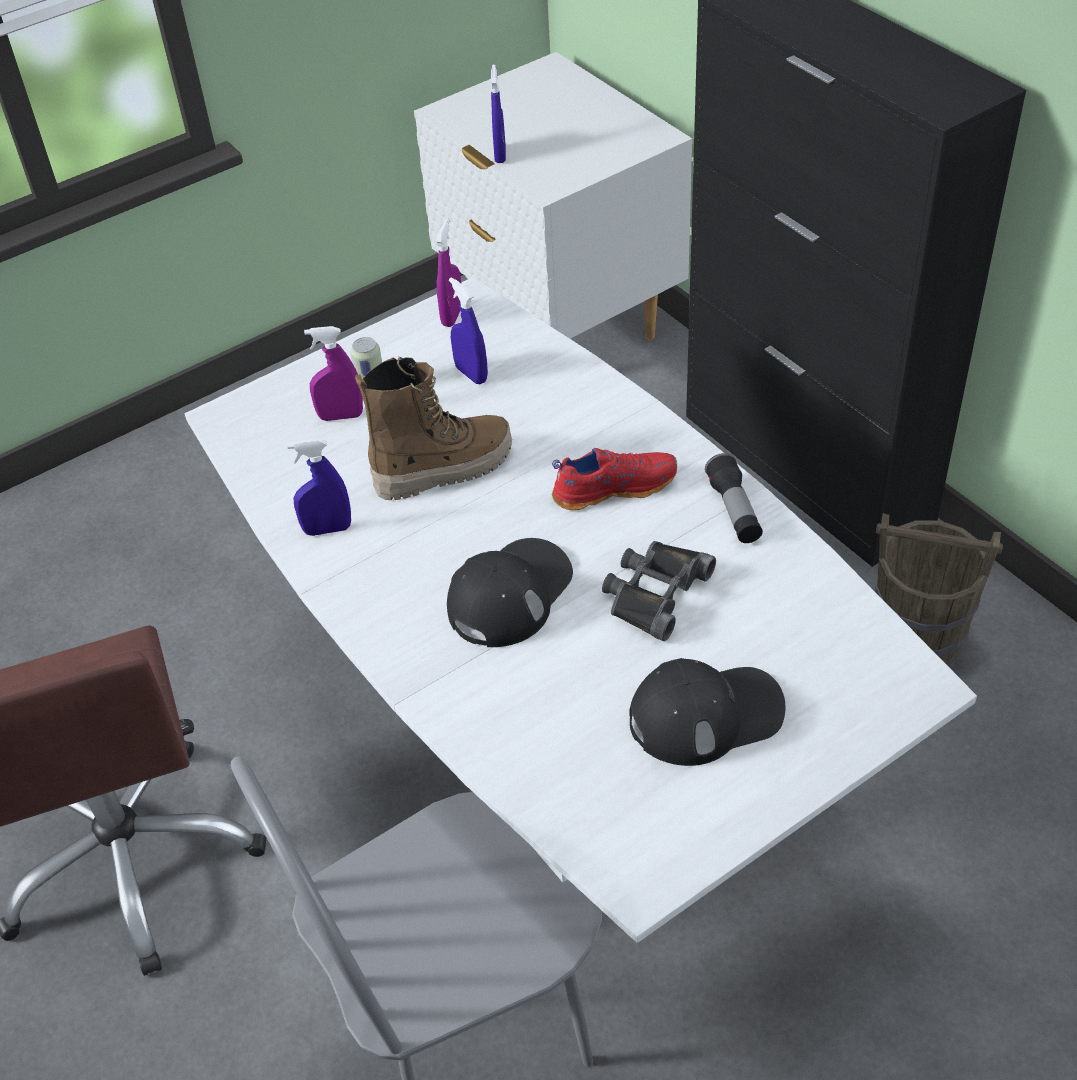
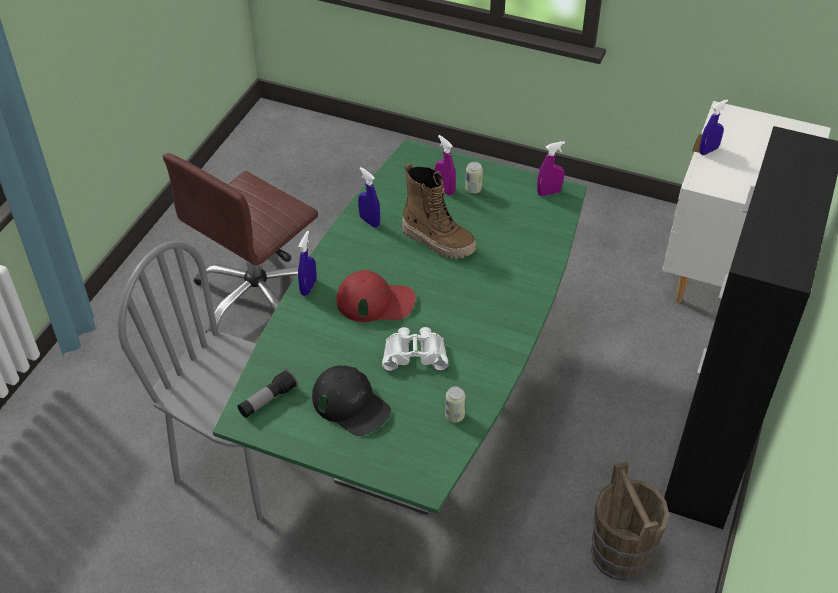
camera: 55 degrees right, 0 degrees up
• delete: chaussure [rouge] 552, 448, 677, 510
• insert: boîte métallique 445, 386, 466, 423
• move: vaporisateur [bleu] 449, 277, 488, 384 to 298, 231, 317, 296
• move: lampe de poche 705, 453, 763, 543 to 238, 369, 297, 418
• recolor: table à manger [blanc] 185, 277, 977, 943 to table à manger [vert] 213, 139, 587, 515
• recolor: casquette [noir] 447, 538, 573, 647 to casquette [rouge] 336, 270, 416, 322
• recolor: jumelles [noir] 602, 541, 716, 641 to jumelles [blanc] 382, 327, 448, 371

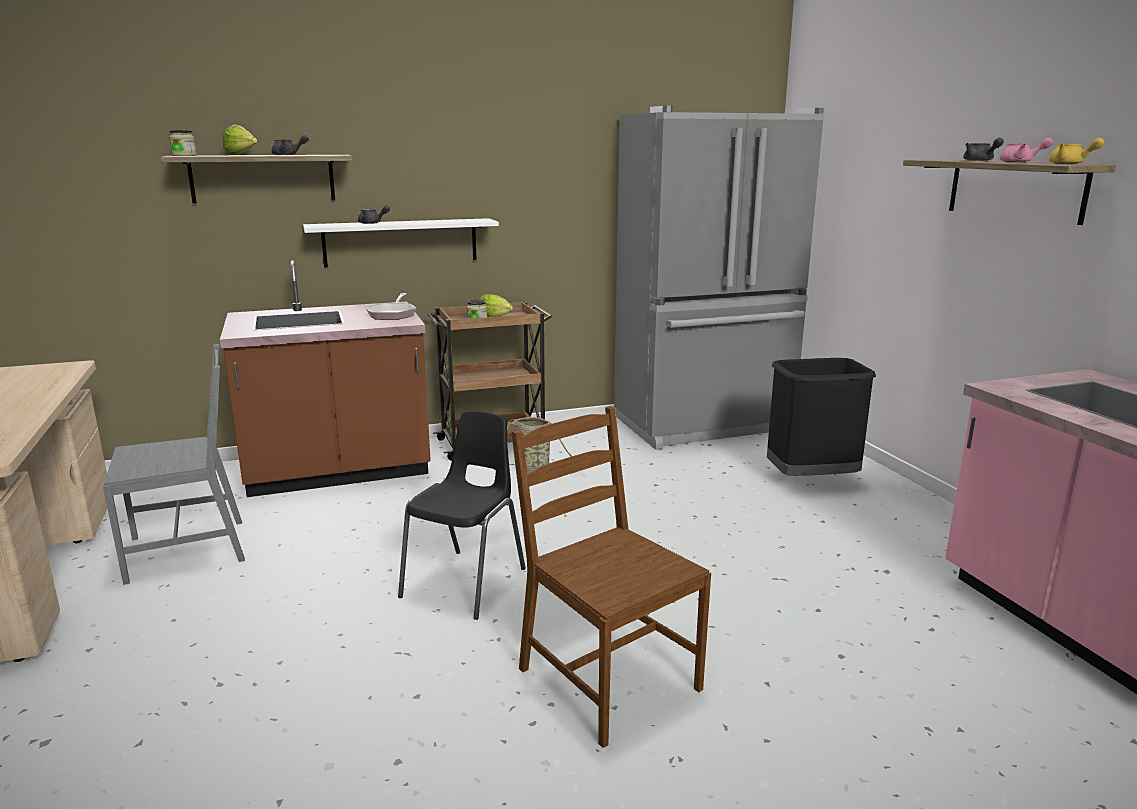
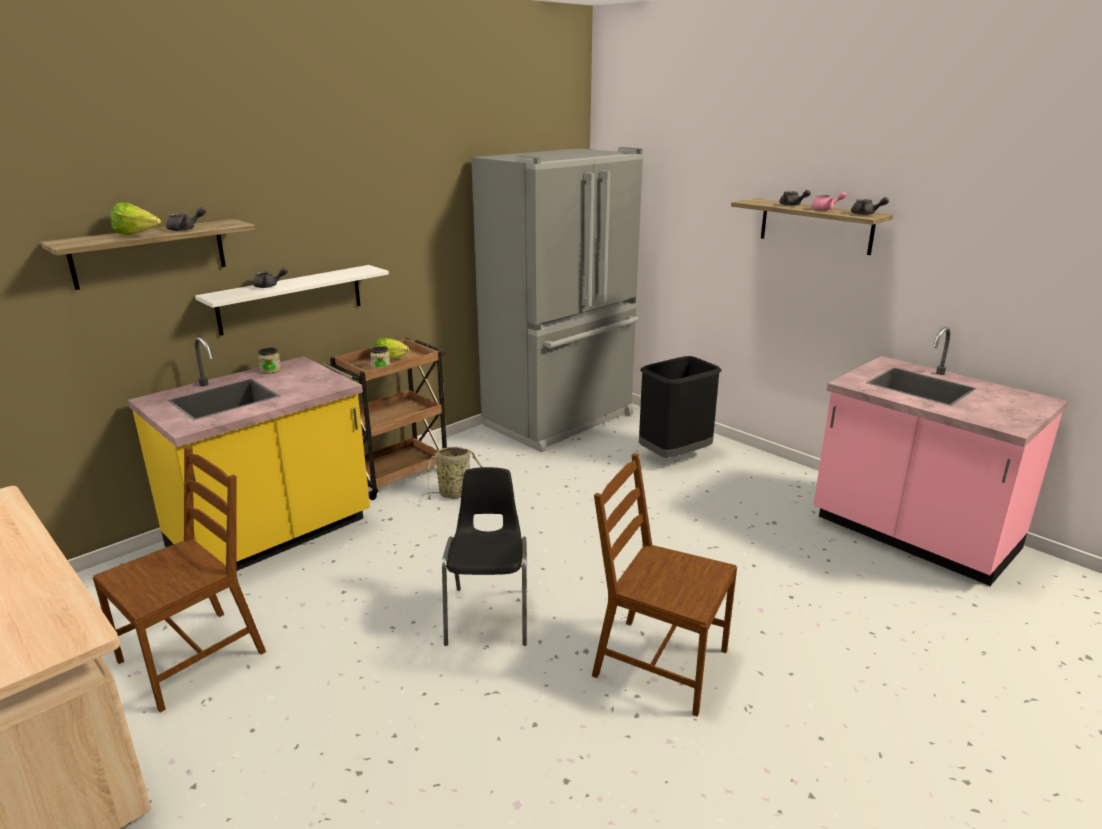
camera: 25 degrees left, 5 degrees up
• delete: poêle 366, 293, 416, 320
• move: bocal 169, 130, 197, 156 to 258, 348, 281, 374
• recolor: chaise [gris] 103, 344, 245, 585 to chaise [marron] 92, 446, 266, 712
• recolor: comptoir de cuisine [marron] 220, 261, 431, 497 to comptoir de cuisine [jaune] 128, 337, 370, 571
• recolor: théière [jaune] 1049, 138, 1104, 164 to théière [gris] 851, 197, 889, 215

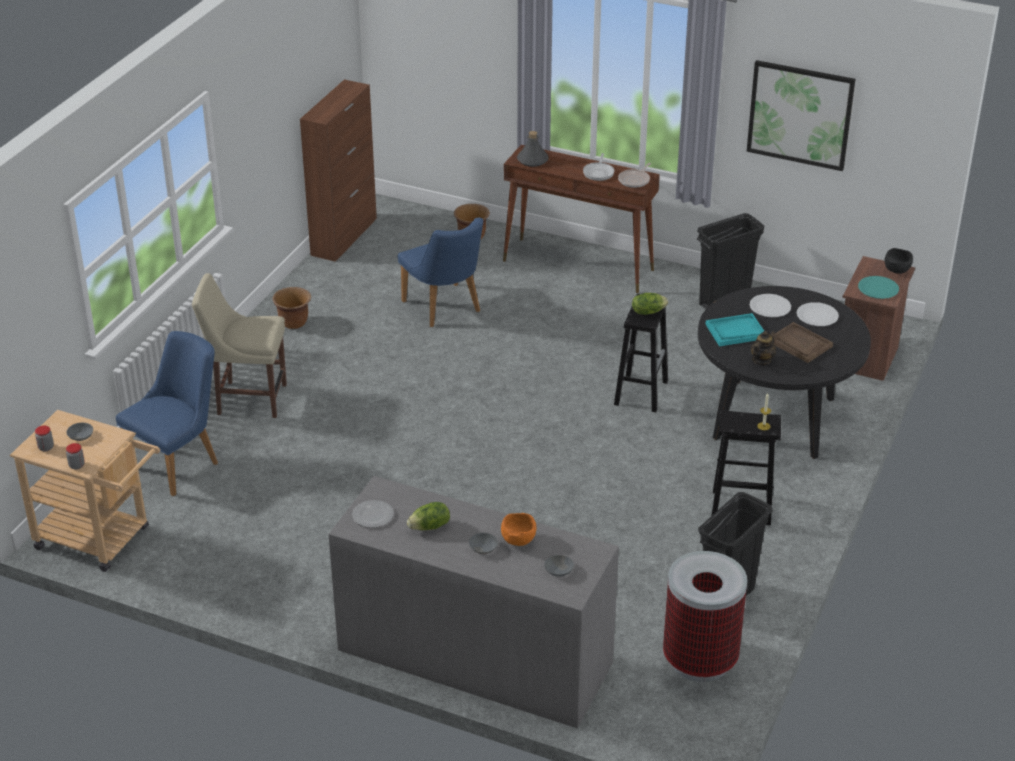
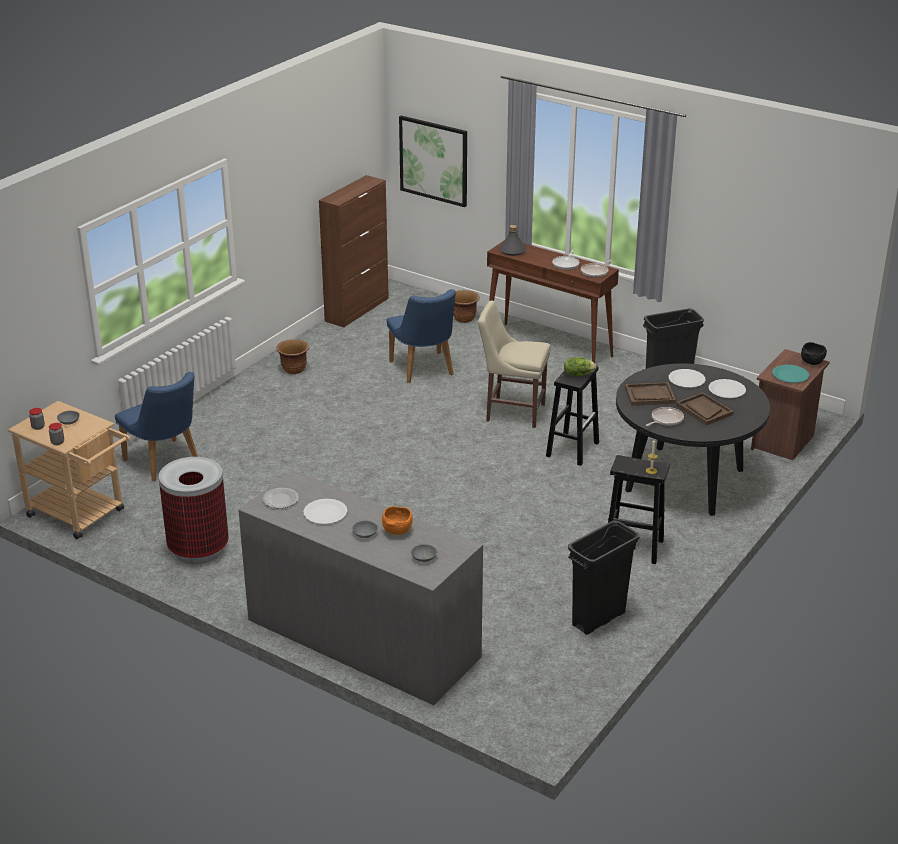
camera: 10 degrees right, 5 degrees down
• move: chaise [beige] 192, 273, 287, 418 to 478, 300, 551, 428
• move: poubelle 663, 551, 747, 682 to 159, 457, 229, 564
• move: tableau 747, 60, 855, 171 to 399, 116, 467, 207
• replace: laitue 407, 502, 450, 530 to assiette [blanc] 304, 499, 347, 524
• replace: théière 751, 331, 776, 365 to poêle 646, 407, 684, 426
• recolor: plateau [turquoise] 705, 313, 764, 346 to plateau [marron] 625, 382, 676, 406
• rotate: chaise [bleu] 116, 331, 218, 496 = 115, 372, 198, 481 90 degrees clockwise

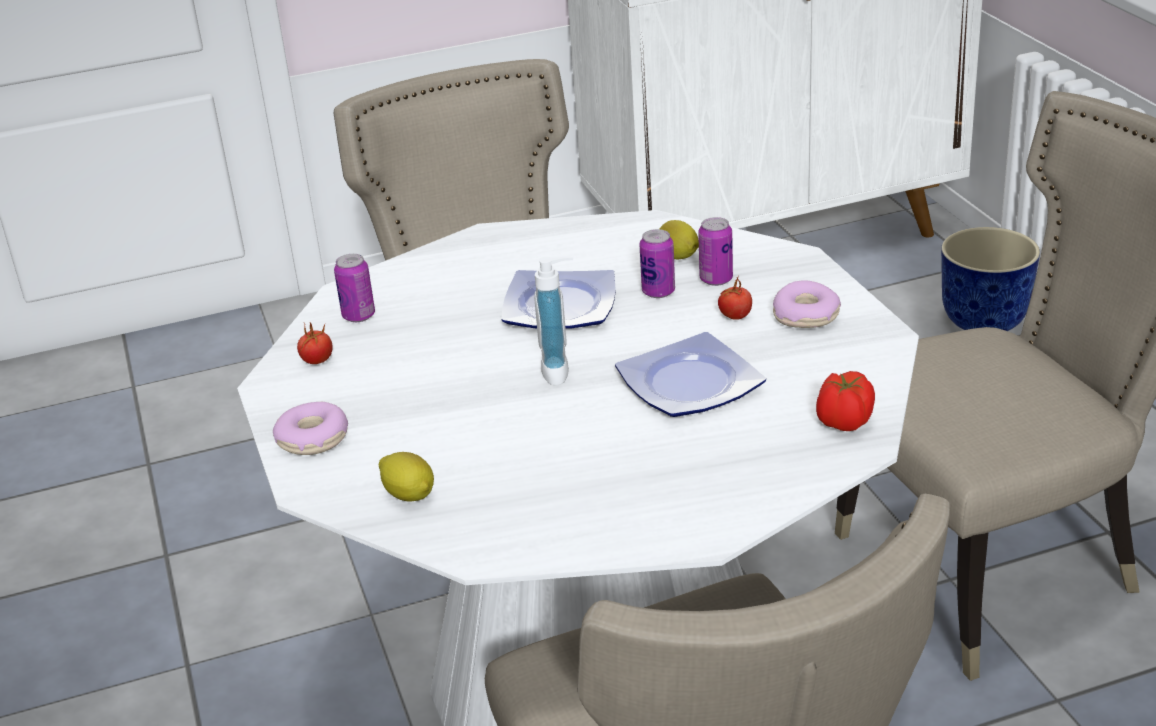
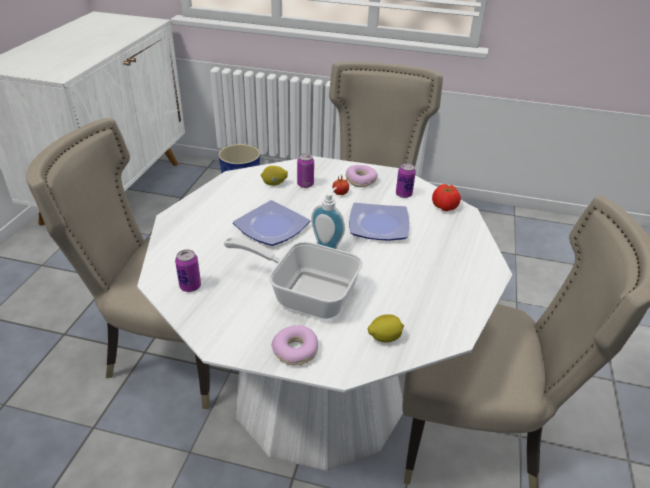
camera: 60 degrees left, 5 degrees up
• delete: tomate 297, 322, 333, 364
• insert: poêle 223, 237, 363, 319
• move: boîte métallique 639, 229, 675, 298 to 396, 163, 416, 198

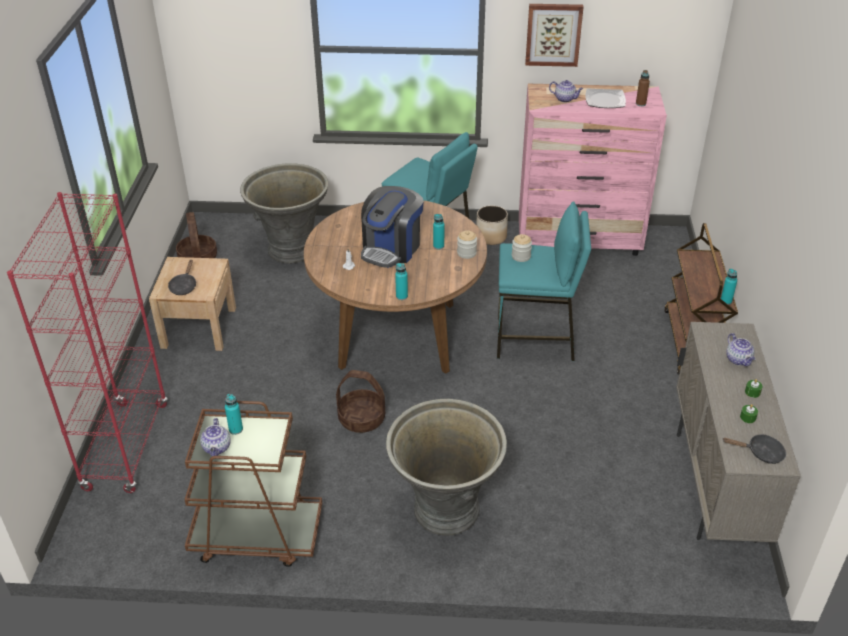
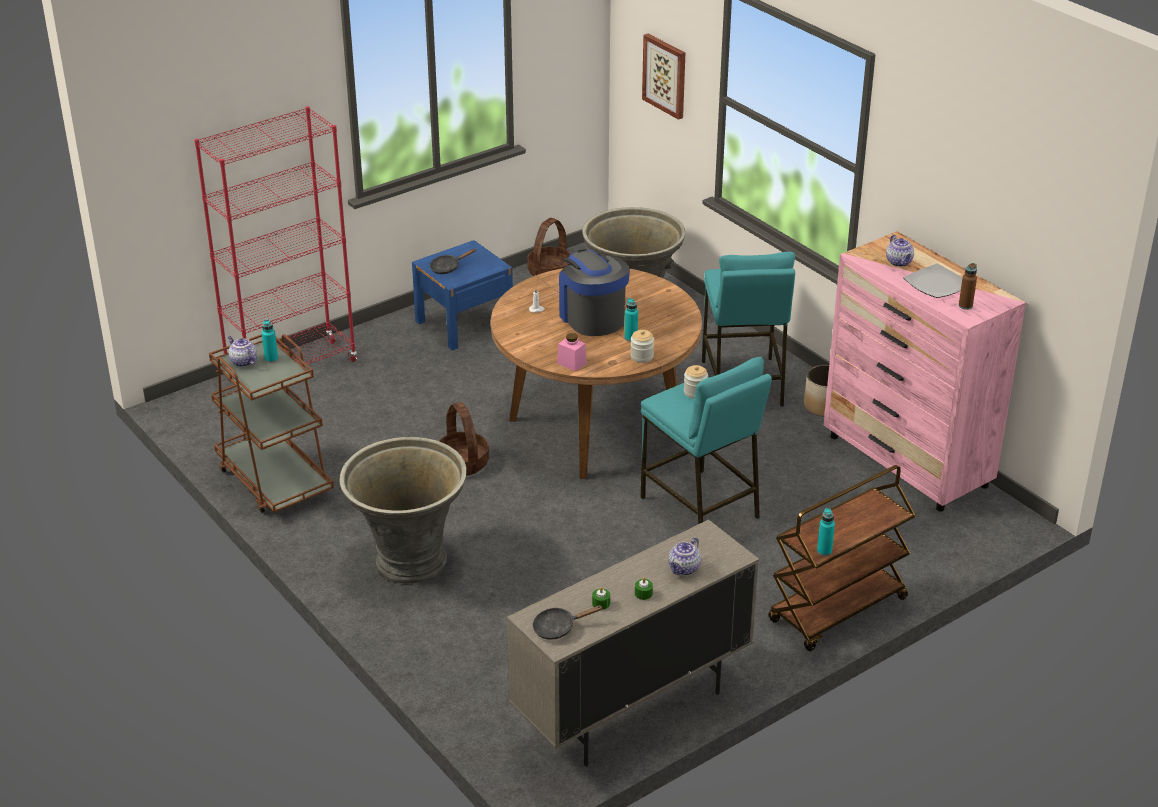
camera: 50 degrees right, 5 degrees down
• delete: bouteille [turquoise] 395, 263, 408, 300
• insert: bocal [rose] 557, 333, 587, 372
• move: tableau 525, 4, 584, 67 to 642, 34, 685, 120
• recolor: table de chevet [beige] 149, 257, 236, 351 to table de chevet [bleu] 412, 240, 513, 351
• rotate: théière 200, 418, 231, 456 = 228, 336, 257, 367 90 degrees clockwise
• rotate: machine à café 361, 186, 424, 268 = 559, 249, 630, 336 75 degrees clockwise
• rotate: poêle [noir] 722, 434, 786, 464 = 532, 605, 602, 640 105 degrees clockwise

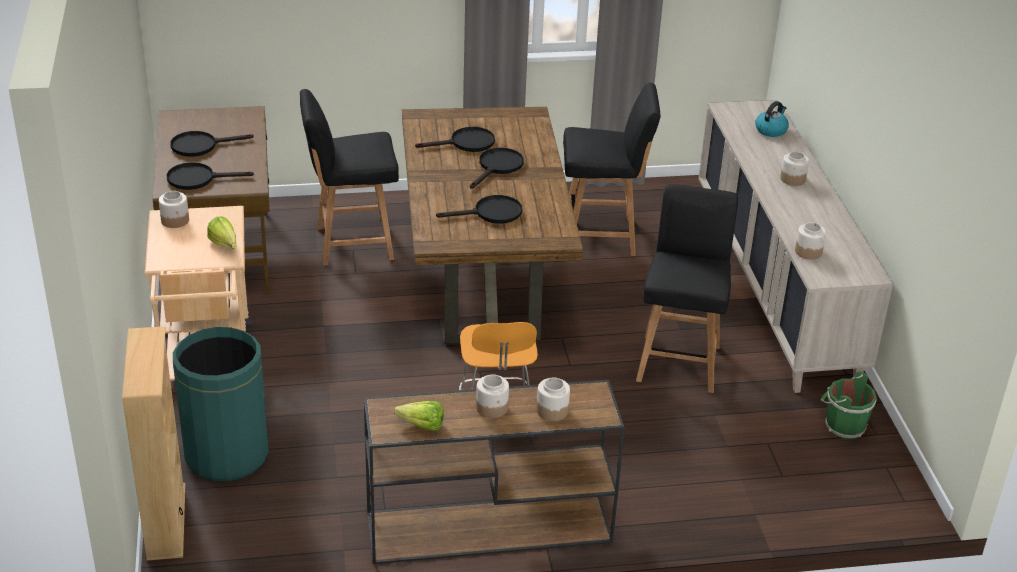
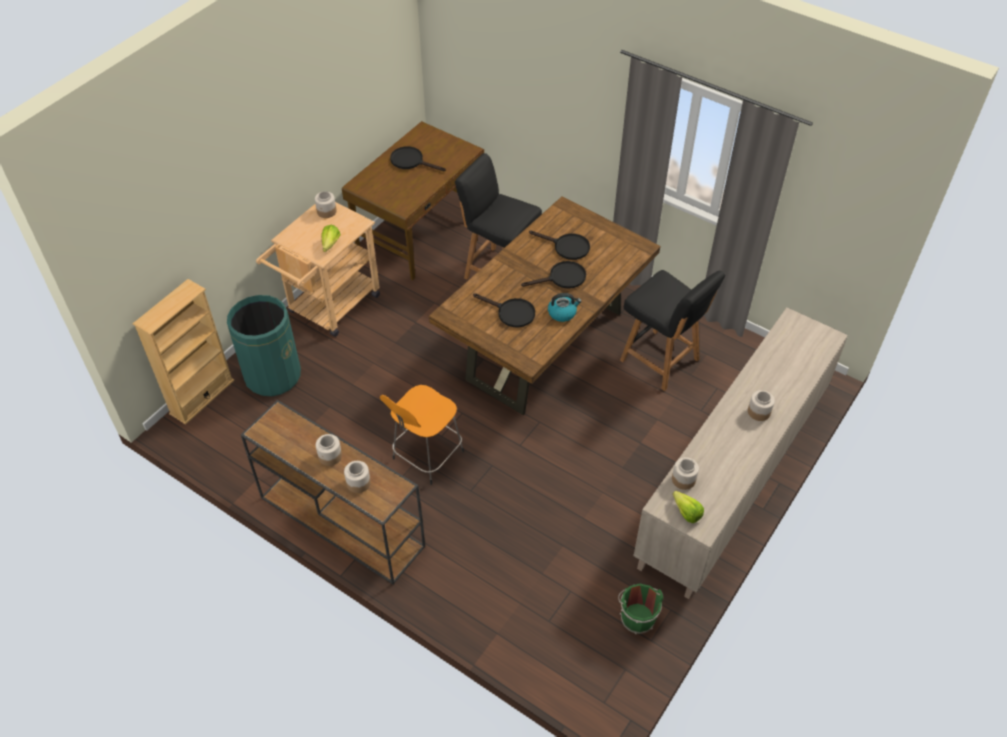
camera: 45 degrees right, 15 degrees up
• delete: poêle [noir] 166, 162, 254, 190
• delete: chaise [noir] 636, 184, 738, 393
• move: laitue 394, 401, 444, 431 to 673, 491, 704, 523
• move: bouilloire 755, 101, 789, 137 to 548, 293, 582, 322

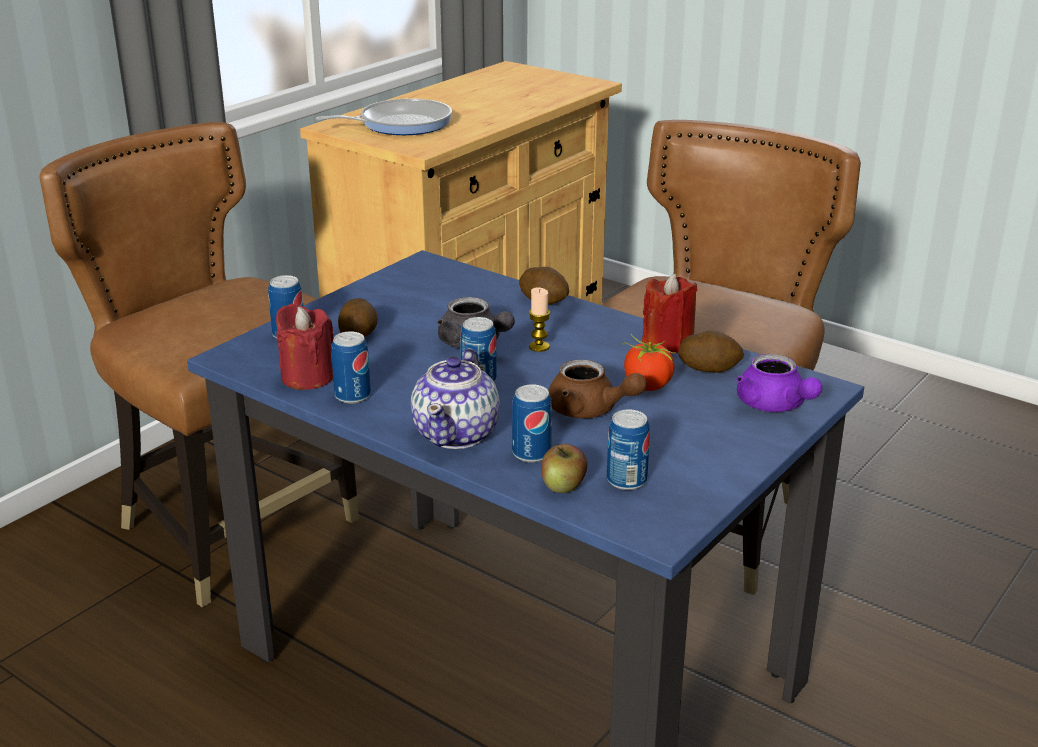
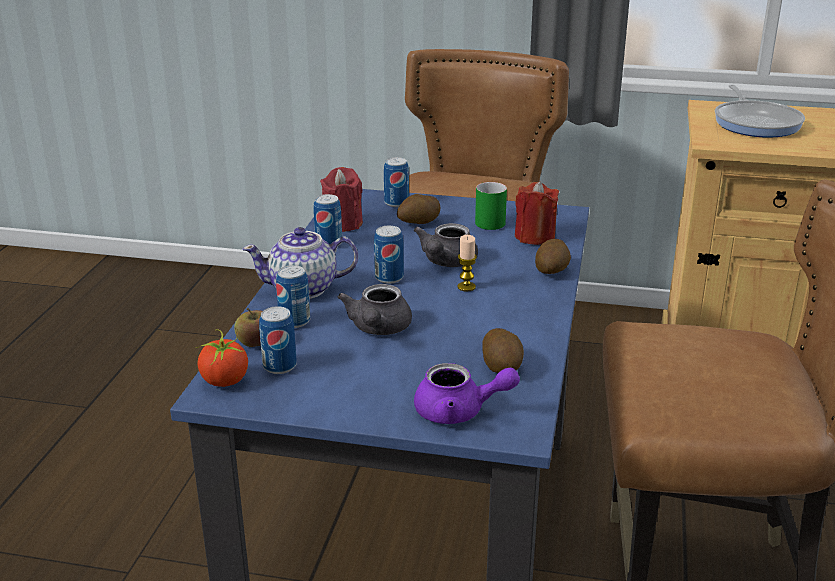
camera: 65 degrees right, 0 degrees up
• insert: mug [vert] 475, 182, 507, 230
• move: tomate 622, 334, 676, 391 to 196, 329, 248, 387
• move: bougie [rouge] 642, 274, 697, 353 to 515, 181, 559, 245
• recolor: théière [marron] 548, 360, 647, 418 to théière [gris] 338, 284, 412, 335
• rotate: poêle 316, 98, 452, 135 = 715, 85, 805, 138 45 degrees clockwise
• rotate: théière [violet] 736, 354, 822, 412 = 414, 363, 520, 424 120 degrees counterclockwise

